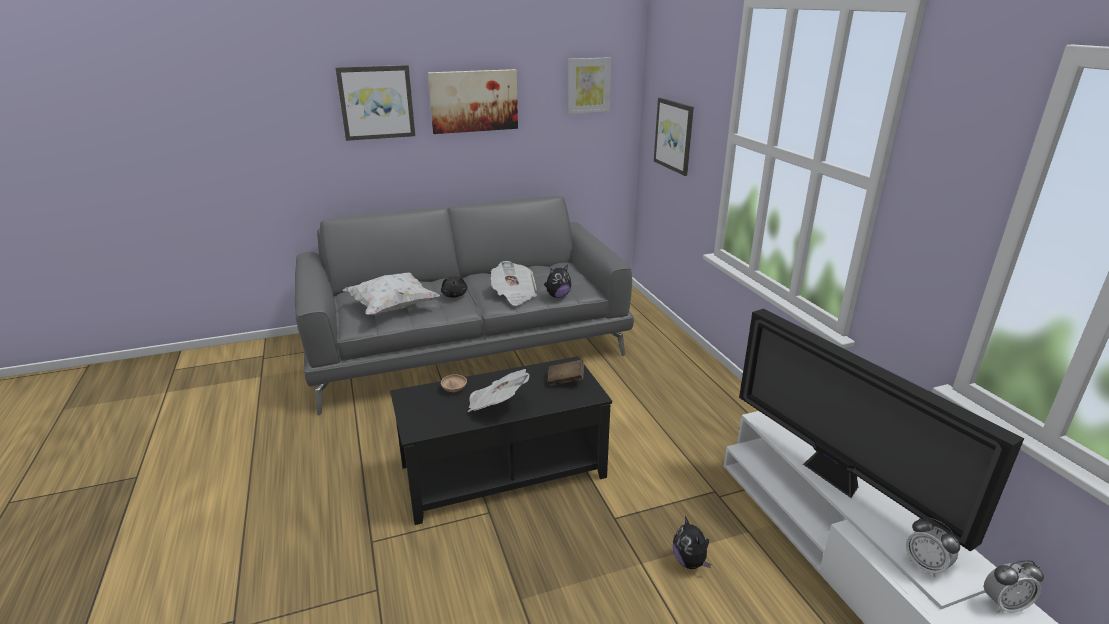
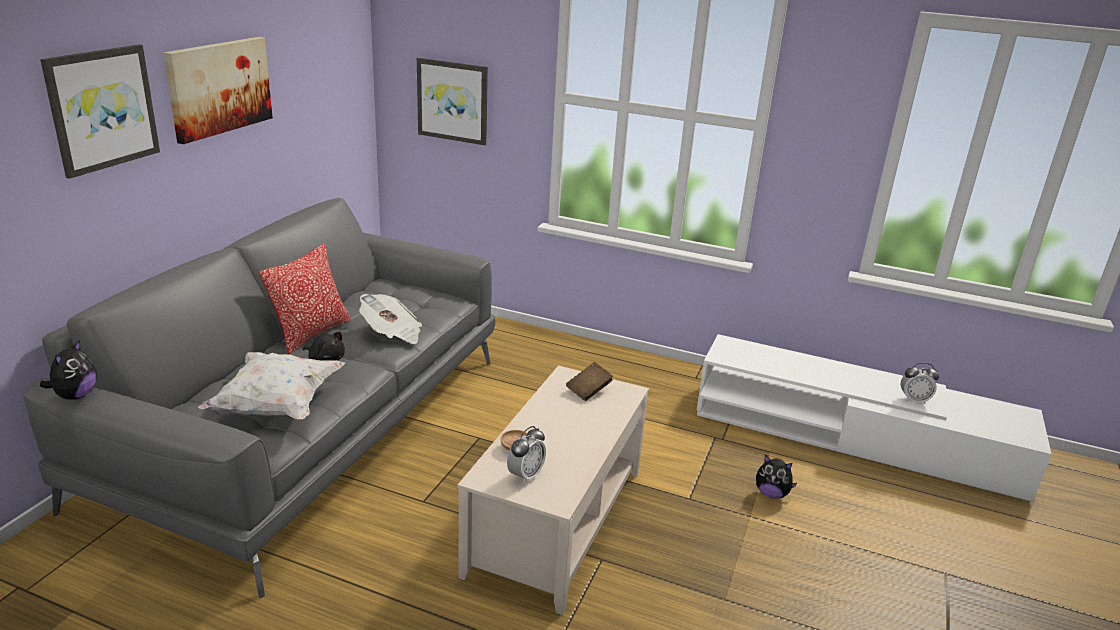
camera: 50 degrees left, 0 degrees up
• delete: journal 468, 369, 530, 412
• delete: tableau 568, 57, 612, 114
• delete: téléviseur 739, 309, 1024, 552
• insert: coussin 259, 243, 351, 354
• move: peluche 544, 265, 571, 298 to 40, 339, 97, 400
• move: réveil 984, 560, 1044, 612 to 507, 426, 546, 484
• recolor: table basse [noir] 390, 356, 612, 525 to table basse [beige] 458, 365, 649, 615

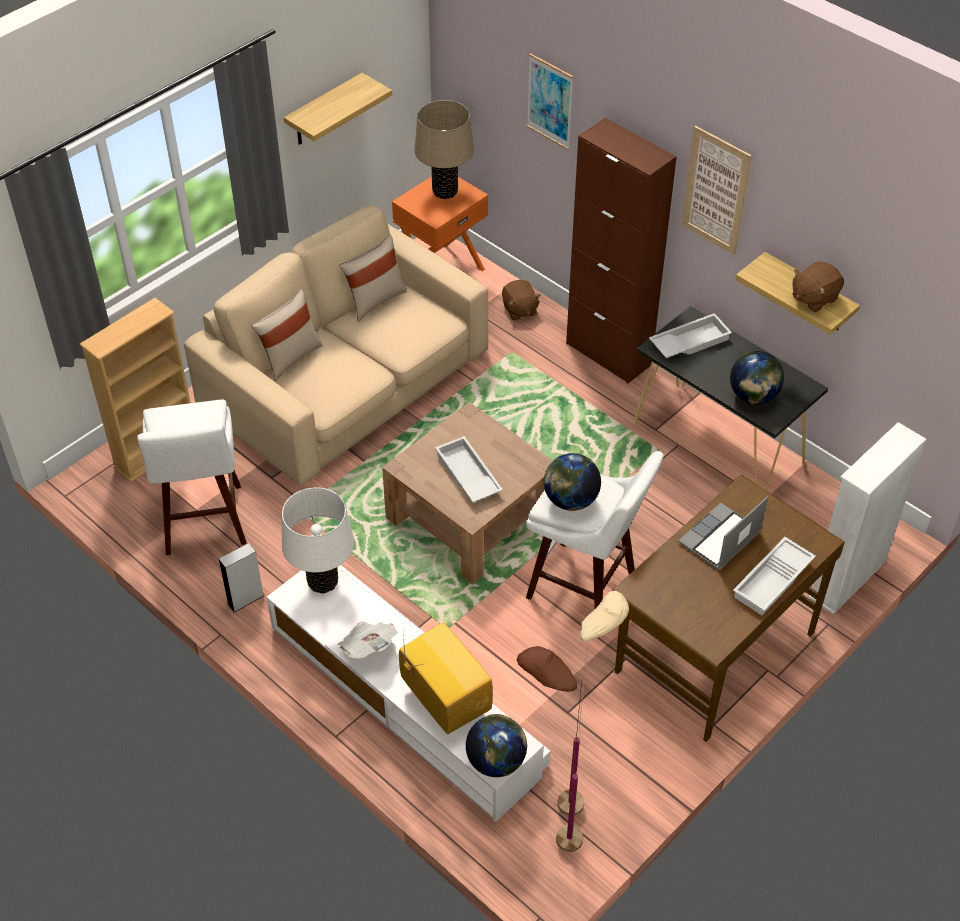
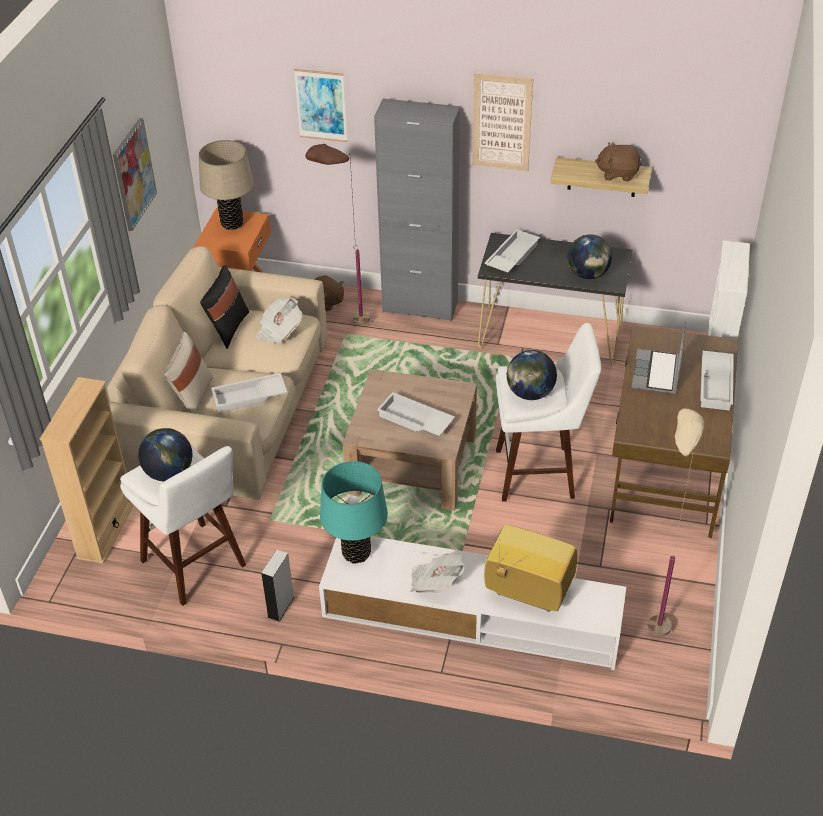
camera: 30 degrees left, 5 degrees down
• insert: plateau [blanc] 211, 373, 287, 413
• insert: journal 256, 298, 302, 345
• move: globe 466, 714, 527, 777 to 138, 428, 192, 481
• move: lampadaire [marron] 517, 646, 583, 852 to 305, 144, 370, 324
• replace: étagère 284, 73, 392, 145 to tableau 113, 118, 157, 231
• recolor: lampe de table [blanc] 282, 487, 354, 594 to lampe de table [turquoise] 320, 461, 388, 564
• recolor: coussin [beige] 339, 235, 407, 322 to coussin [noir] 200, 265, 249, 349
• recolor: meuble de rangement [marron] 566, 118, 677, 384 to meuble de rangement [gris] 374, 98, 460, 321
• rotate: peluche [marron] 792, 261, 844, 312 = 595, 142, 641, 182 75 degrees clockwise

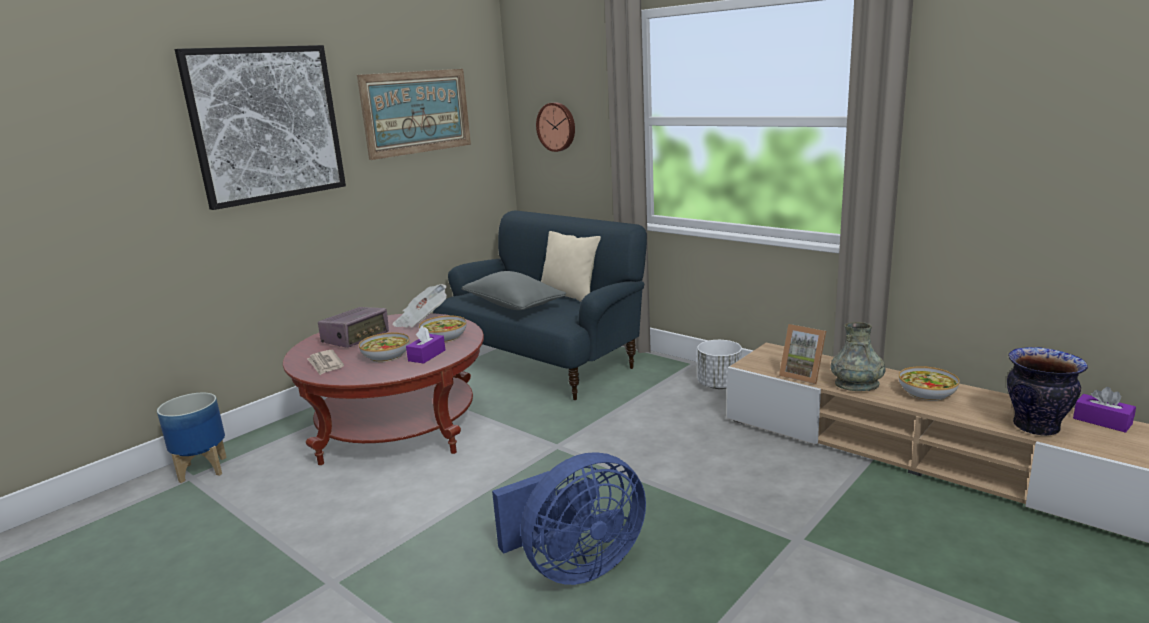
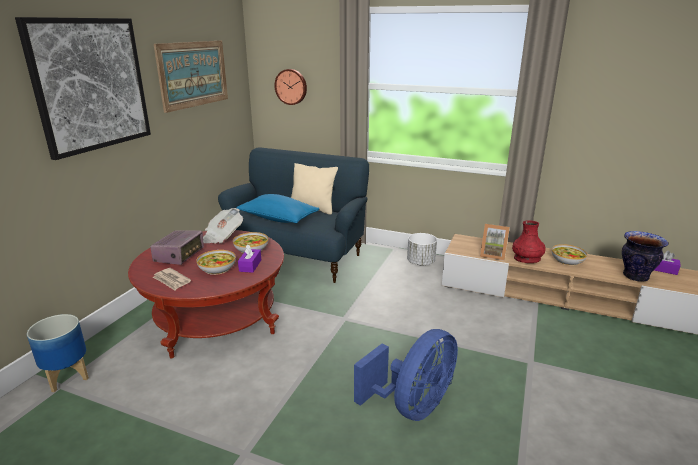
camera: 20 degrees left, 5 degrees up
• recolor: coussin [gris] 462, 271, 566, 310 to coussin [bleu] 237, 194, 320, 223
• recolor: vase [gris] 830, 322, 886, 391 to vase [rouge] 512, 220, 546, 263

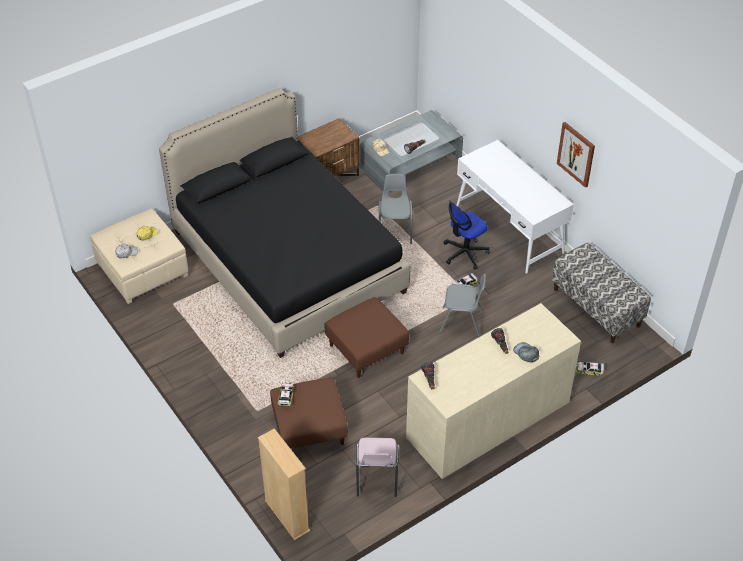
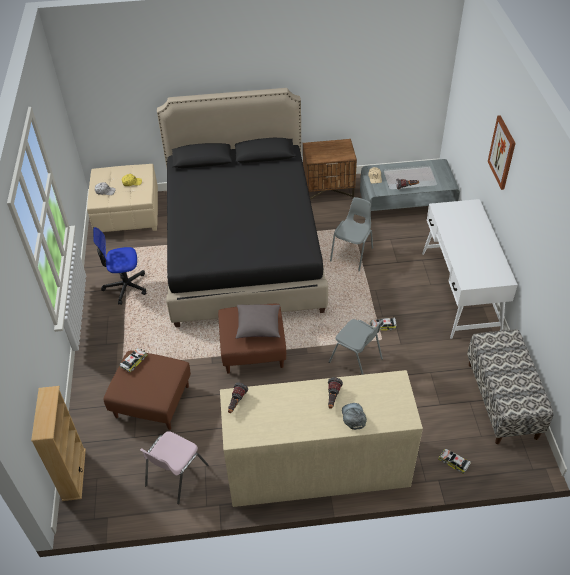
camera: 30 degrees right, 0 degrees up
• insert: coussin [gris] 236, 304, 280, 339
• move: chaise de bureau 443, 200, 490, 270 to 93, 227, 146, 305
• move: tableau 557, 122, 595, 188 to 488, 115, 516, 190

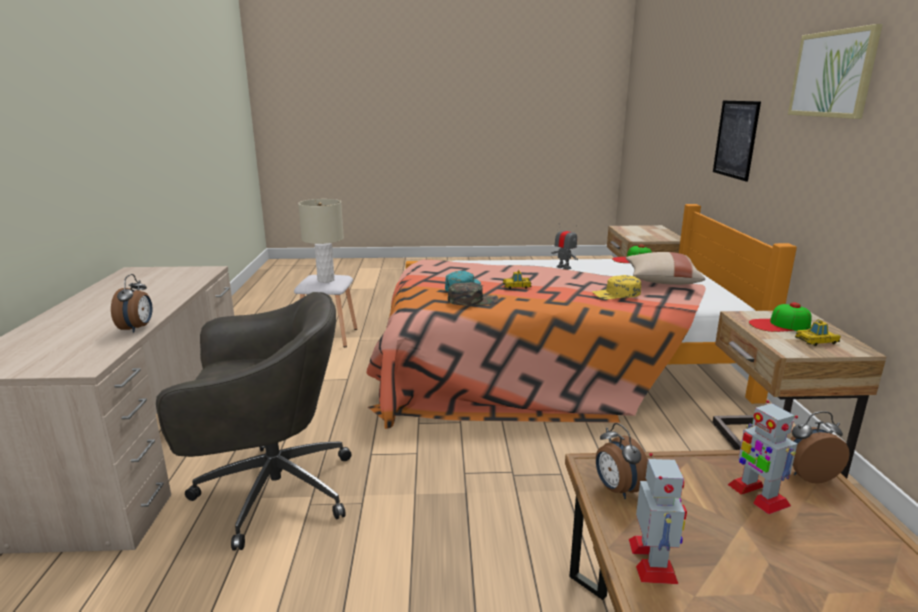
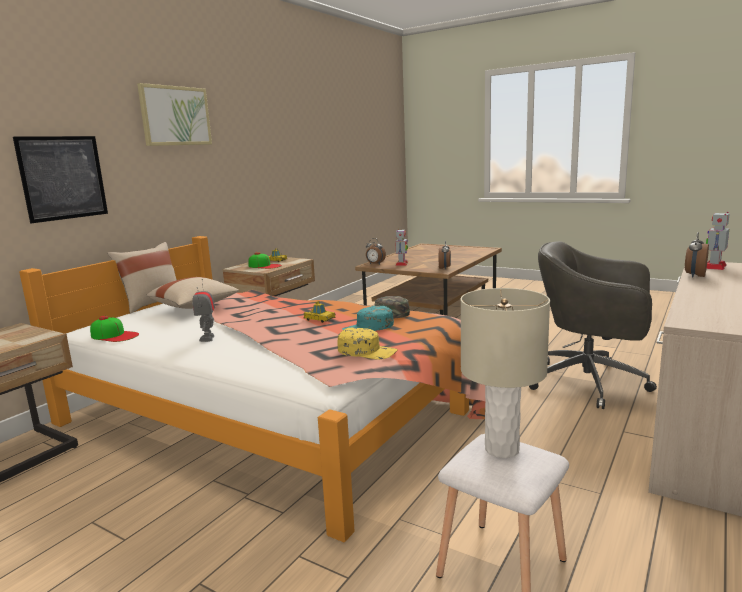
camera: 145 degrees left, 5 degrees down
• insert: coussin [beige] 107, 242, 177, 313
• move: casquette [jaune] 592, 275, 641, 299 to 337, 328, 398, 360
• move: robot jouet 629, 453, 687, 584 to 706, 212, 730, 270

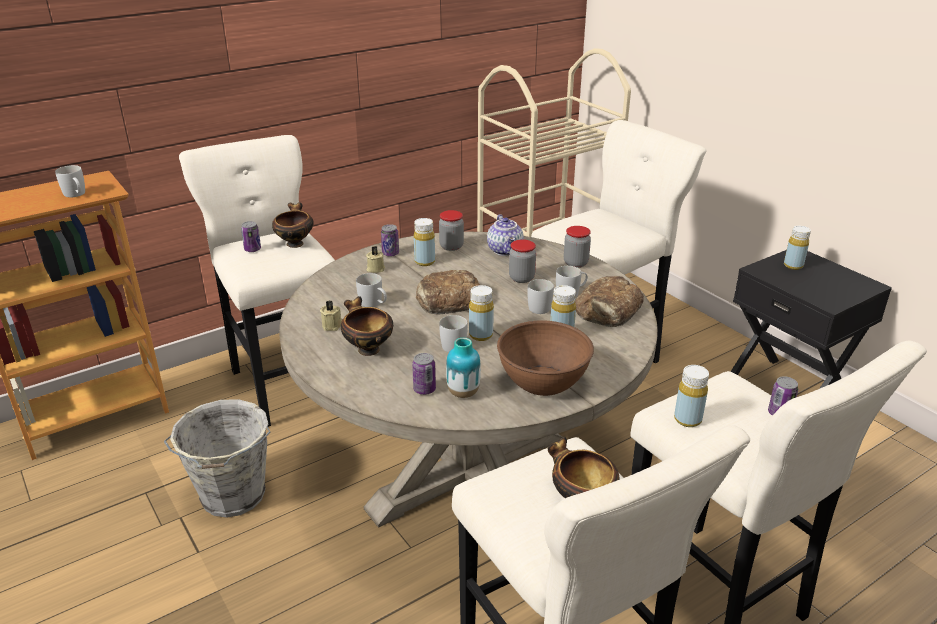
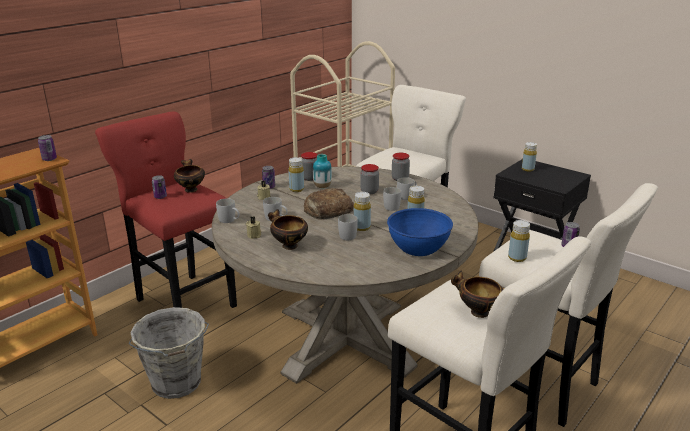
camera: 15 degrees left, 5 degrees down
• delete: théière 487, 214, 524, 256
• delete: pain 575, 276, 644, 327
• move: mug [blanc] 55, 165, 85, 197 to 216, 198, 239, 223
• move: boîte métallique 412, 353, 436, 395 to 38, 135, 57, 161
• move: vase 446, 338, 481, 398 to 313, 154, 332, 188
• recolor: tabouret [beige] 179, 135, 335, 427 to tabouret [rouge] 95, 112, 237, 308
• recolor: bol [marron] 497, 320, 594, 396 to bol [bleu] 387, 208, 453, 256

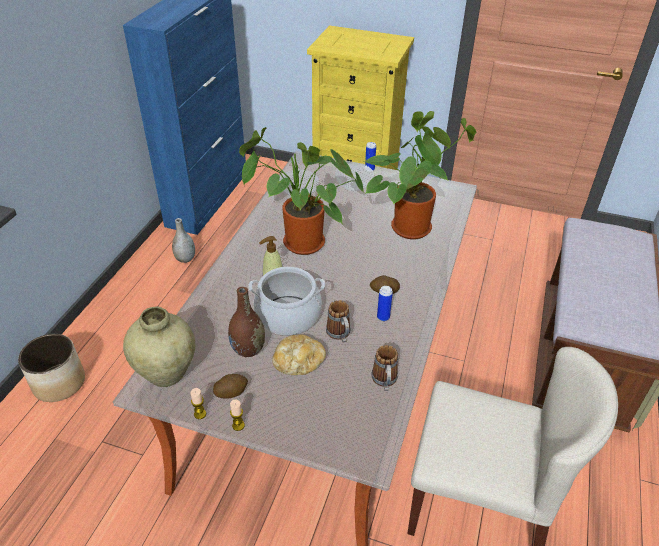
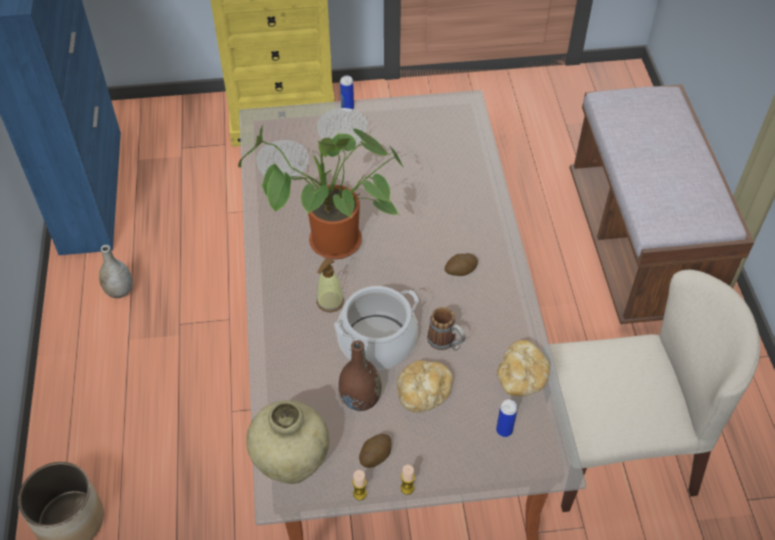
camera: 25 degrees left, 10 degrees up
• delete: plante en pot 364, 111, 476, 239
• move: boîte métallique 377, 286, 393, 321 to 496, 399, 517, 437
• replace: mug 371, 345, 398, 391 to pain 497, 340, 550, 396

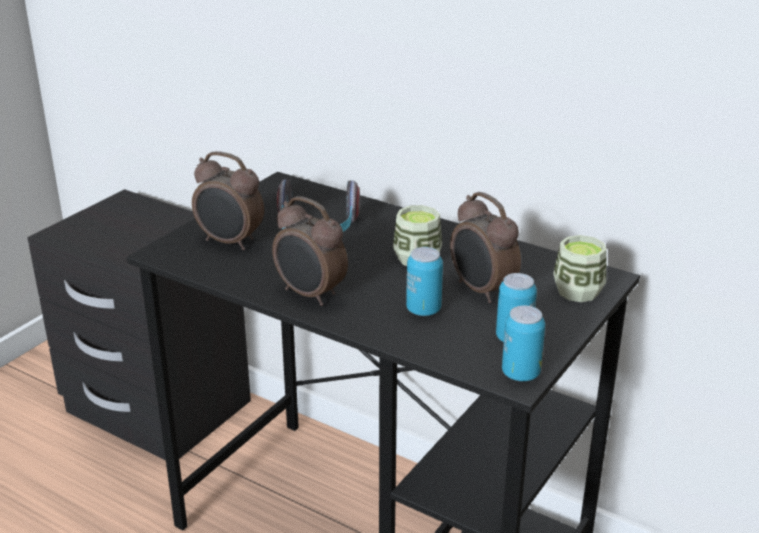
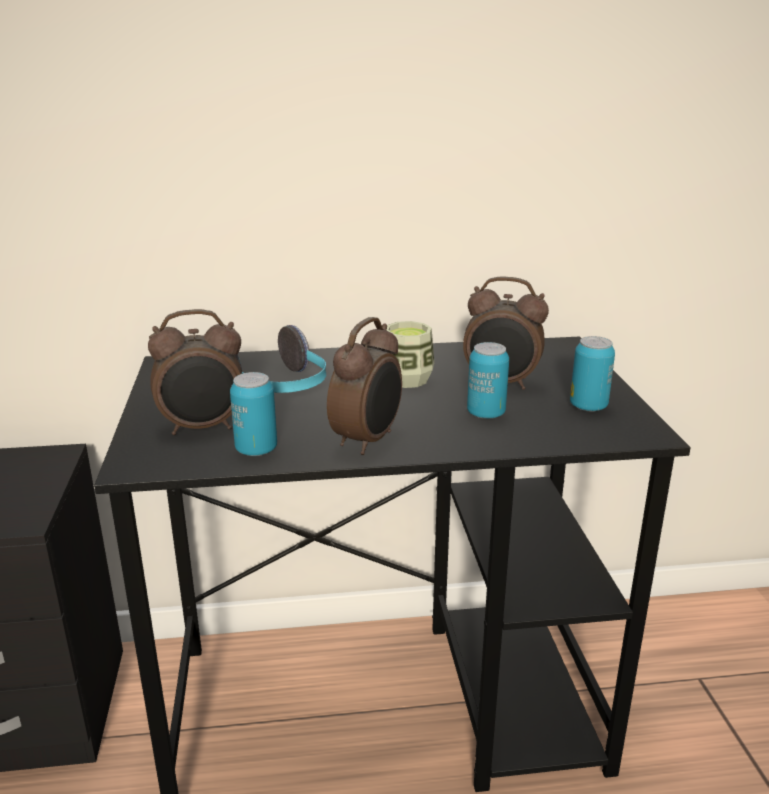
camera: 40 degrees left, 5 degrees down
• delete: tasse 553, 235, 607, 302
• move: boîte métallique 502, 305, 545, 381 to 230, 372, 277, 456
• rotate: réveil 272, 196, 348, 306 = 327, 317, 402, 455 60 degrees counterclockwise

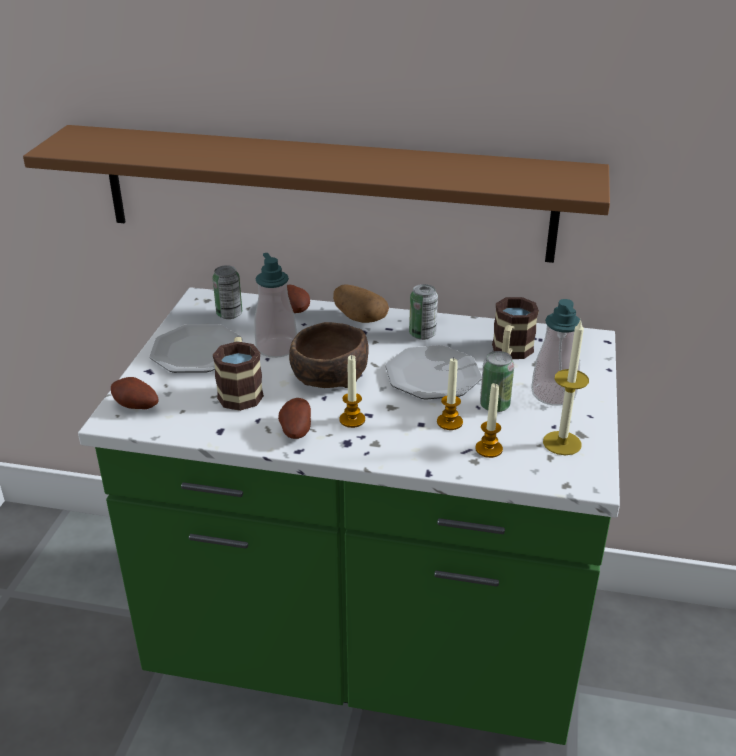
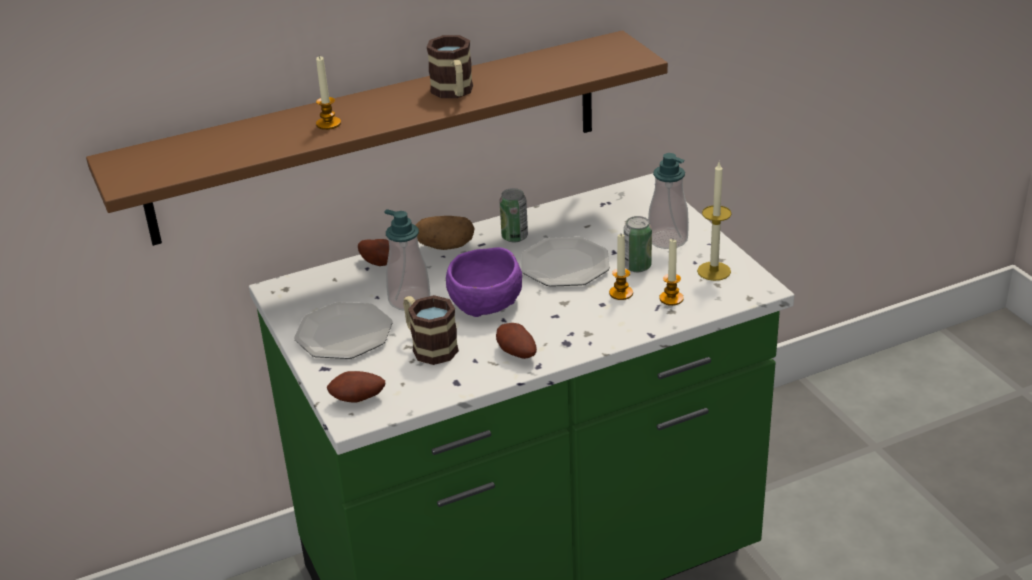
camera: 35 degrees left, 0 degrees up
• delete: boîte métallique 213, 265, 242, 319
• move: bougie 339, 355, 365, 428 to 316, 55, 341, 130
• move: mug 492, 297, 539, 359 to 427, 35, 473, 98
• recolor: bol [marron] 289, 322, 369, 388 to bol [violet] 446, 247, 522, 317

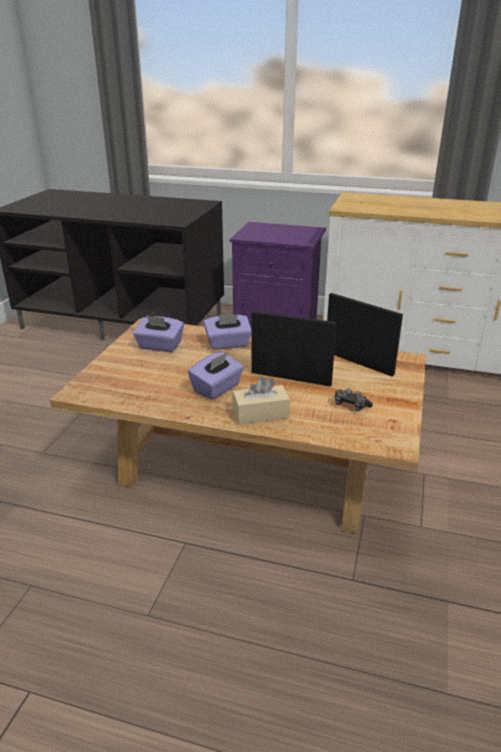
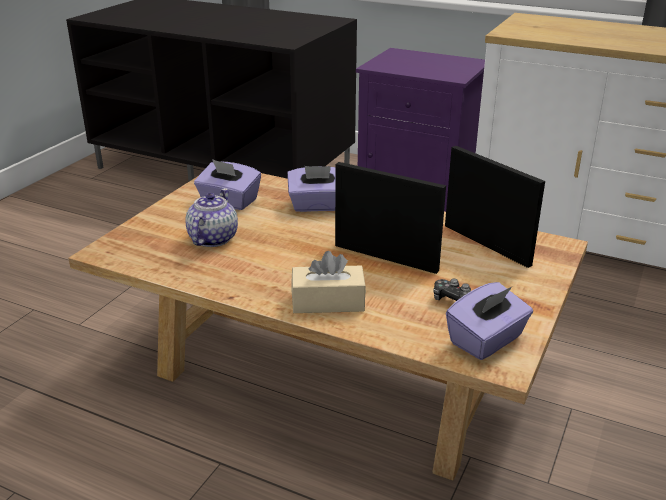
camera: 10 degrees right, 0 degrees up
• insert: théière 185, 188, 238, 247
• move: boîte à mouchoirs [violet] 188, 352, 244, 400 to 446, 282, 533, 360

